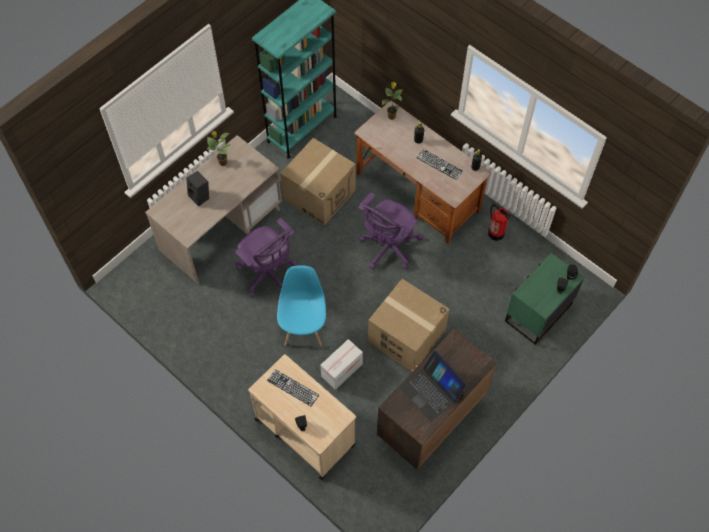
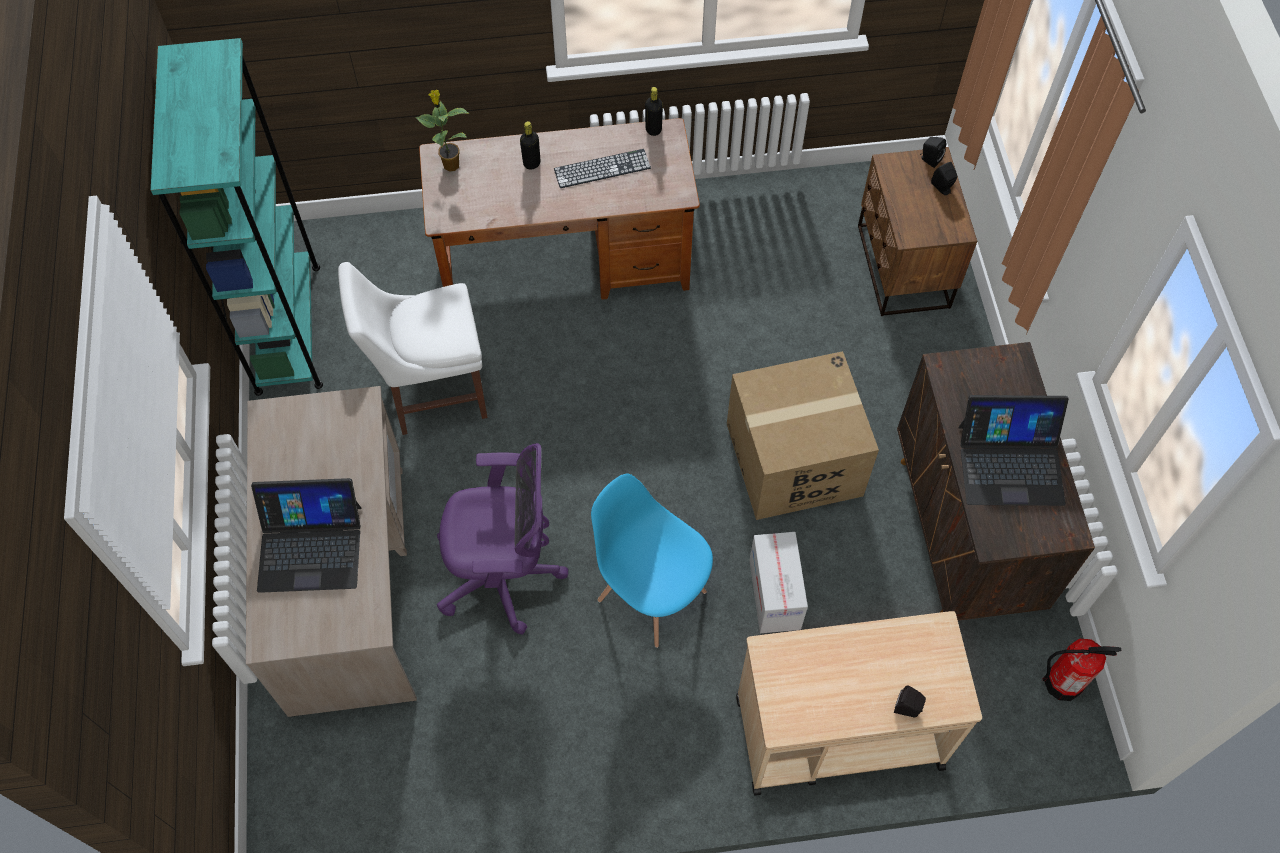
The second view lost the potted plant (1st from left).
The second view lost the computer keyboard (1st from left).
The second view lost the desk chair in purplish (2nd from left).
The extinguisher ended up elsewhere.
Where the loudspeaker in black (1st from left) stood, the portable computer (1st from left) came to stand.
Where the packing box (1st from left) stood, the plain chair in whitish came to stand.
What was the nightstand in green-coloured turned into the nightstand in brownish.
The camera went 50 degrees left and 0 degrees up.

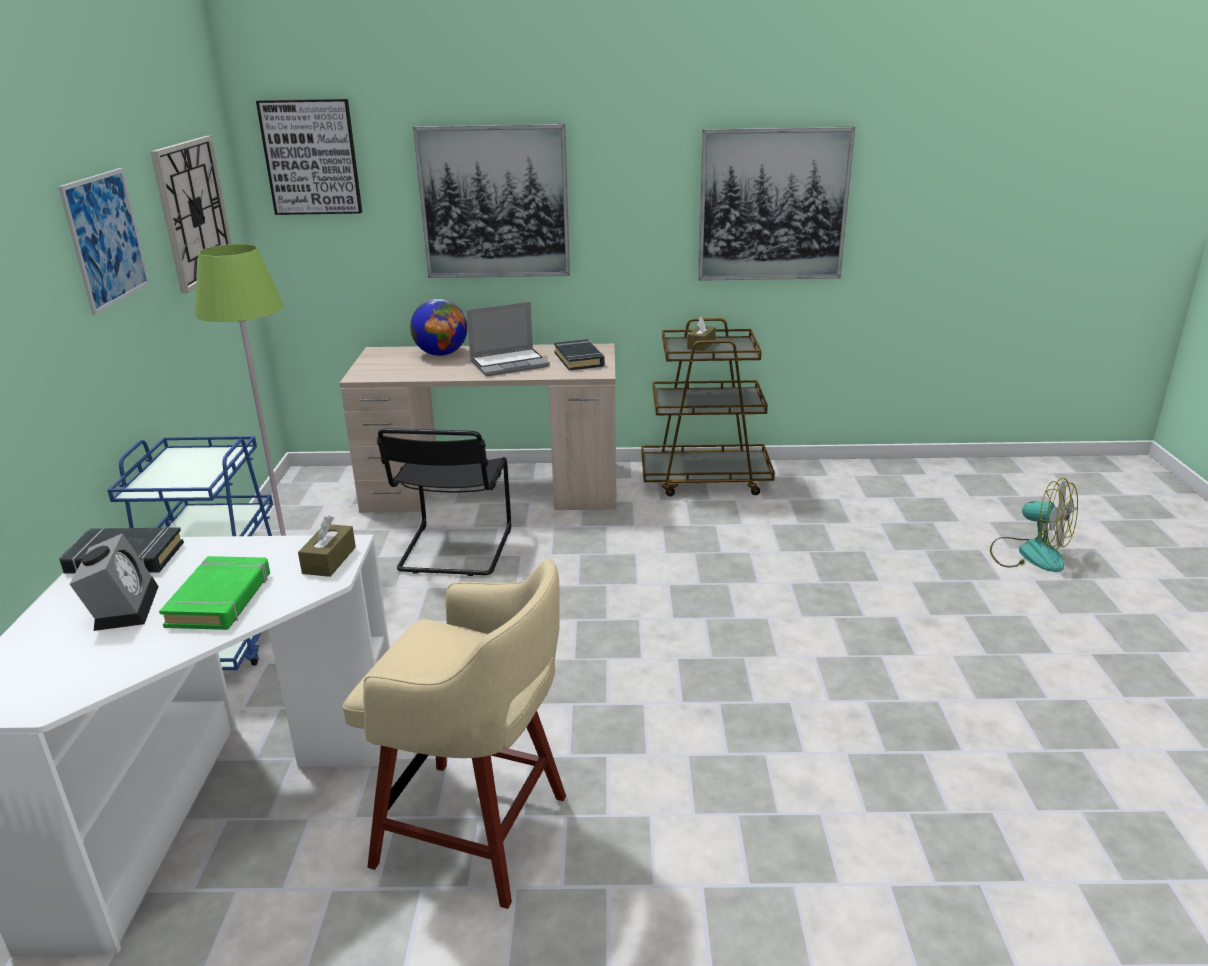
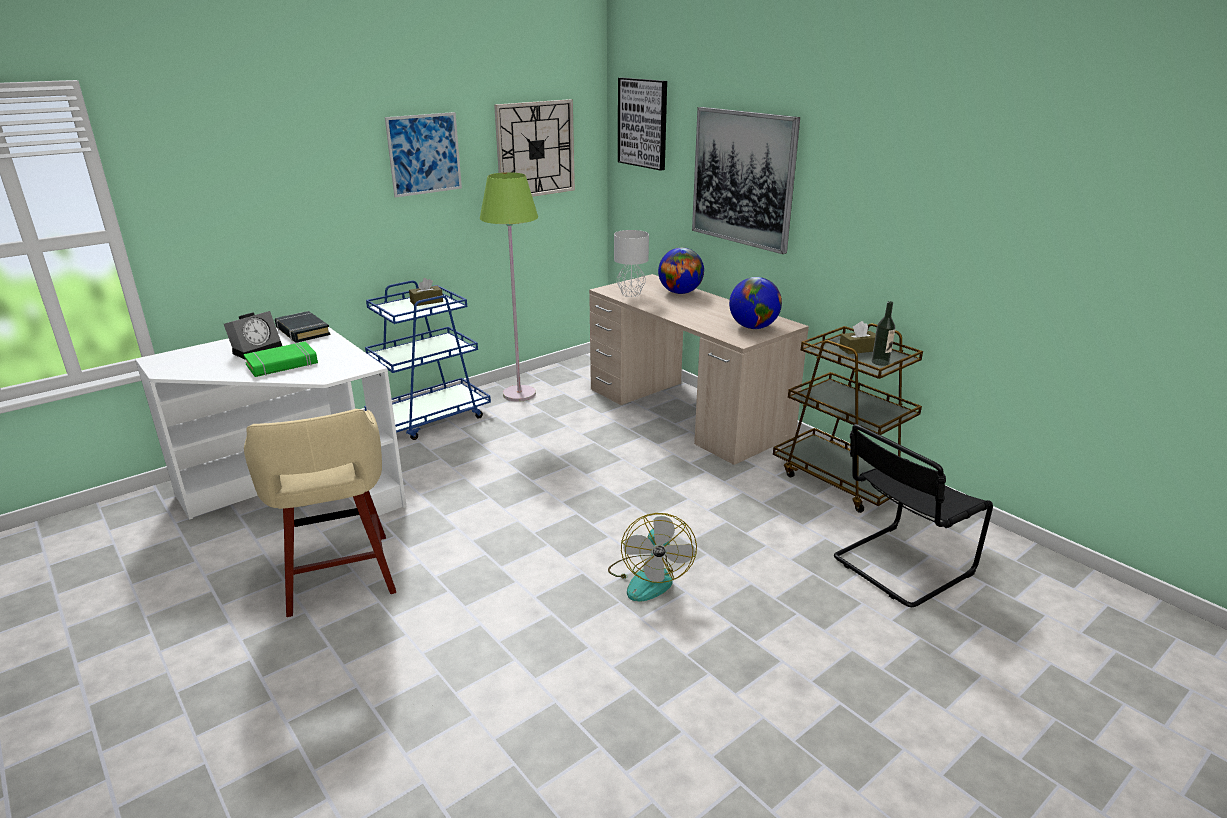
The second view lost the portable computer.
The second view lost the wall art (4th from left).
The second view gained the tabletop lamp in greyish.
The second view gained the drink bottle.
The tissue box in brownish (1st from left) ended up elsewhere.
The plain chair in black ended up elsewhere.
The cooling fan ended up elsewhere.
Where the volume in black (2nd from left) stood, the world globe (2nd from left) came to stand.
The camera went 50 degrees right and 0 degrees up.

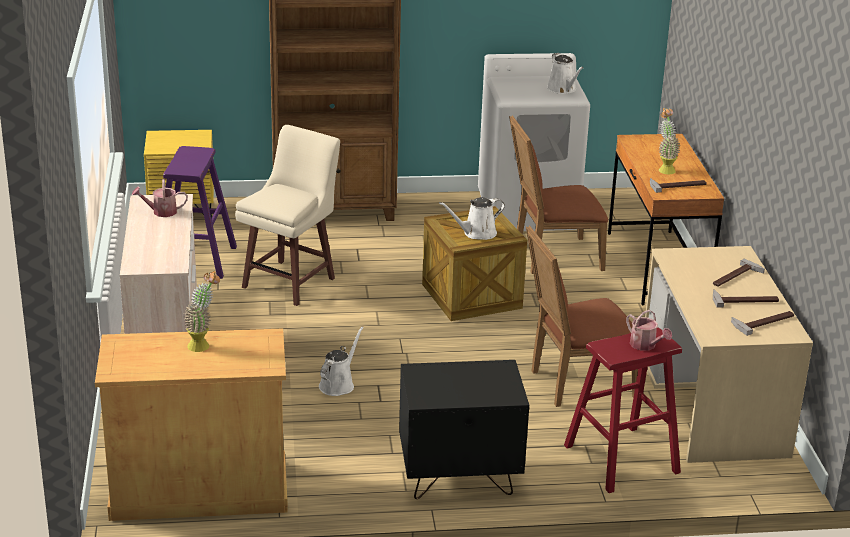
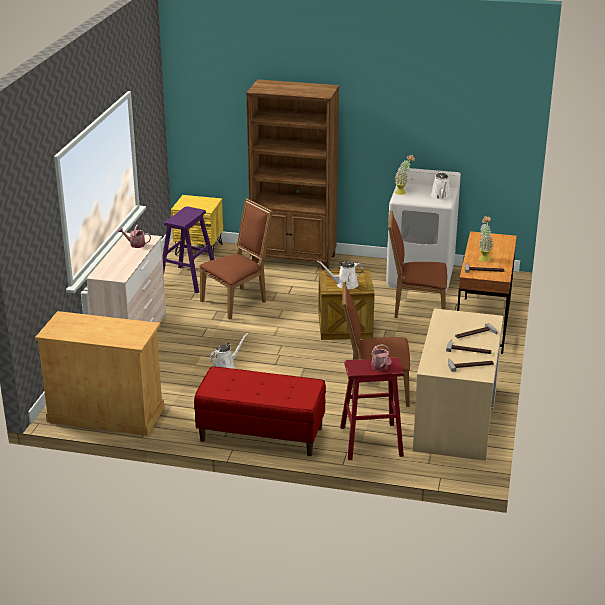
The potted plant (1st from left) ended up elsewhere.
Where the sitting stool in beige-coloured stood, the plain chair in brownish (1st from left) came to stand.
Where the nightstand in black stood, the indoor bench in reddish came to stand.
The camera went 20 degrees right and 0 degrees up.

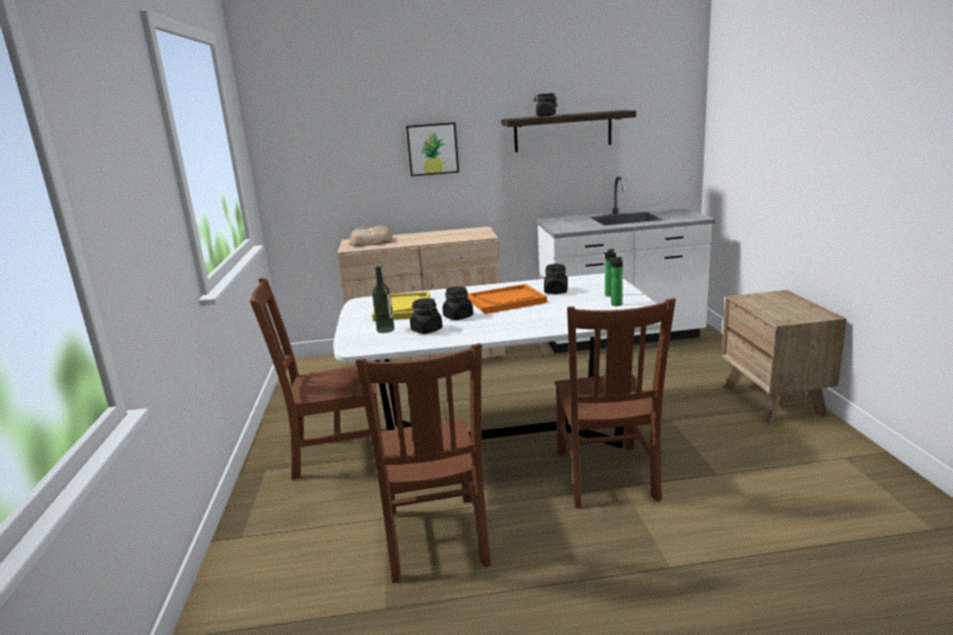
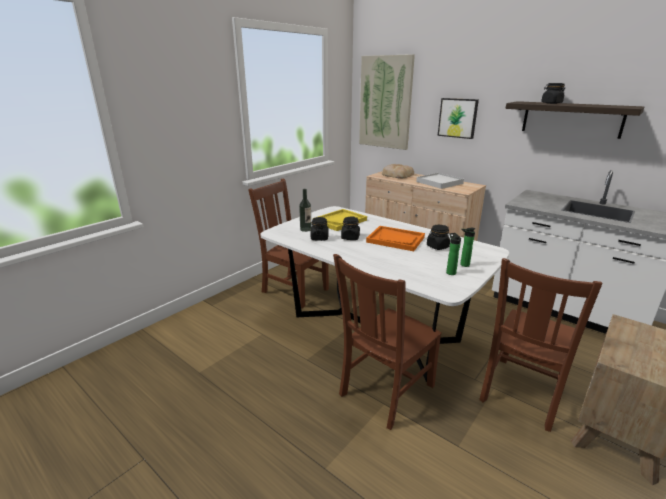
The second view gained the wall art (1st from left).
The second view gained the tray in whitish.
The plain chair in brownish (2nd from left in the first image) ended up elsewhere.
The camera went 45 degrees right and 5 degrees up.

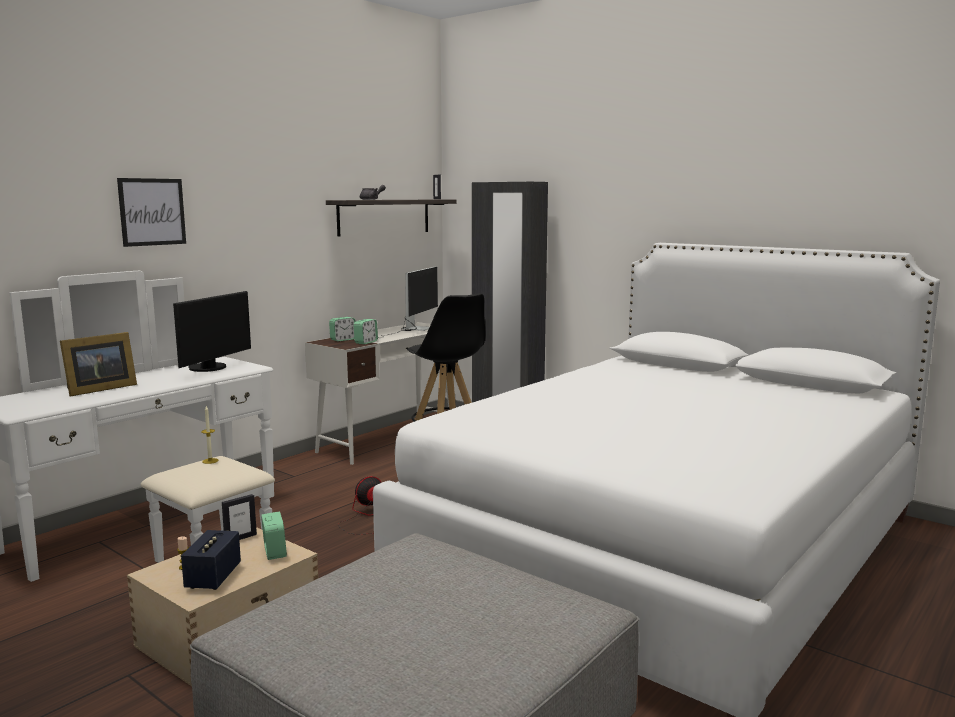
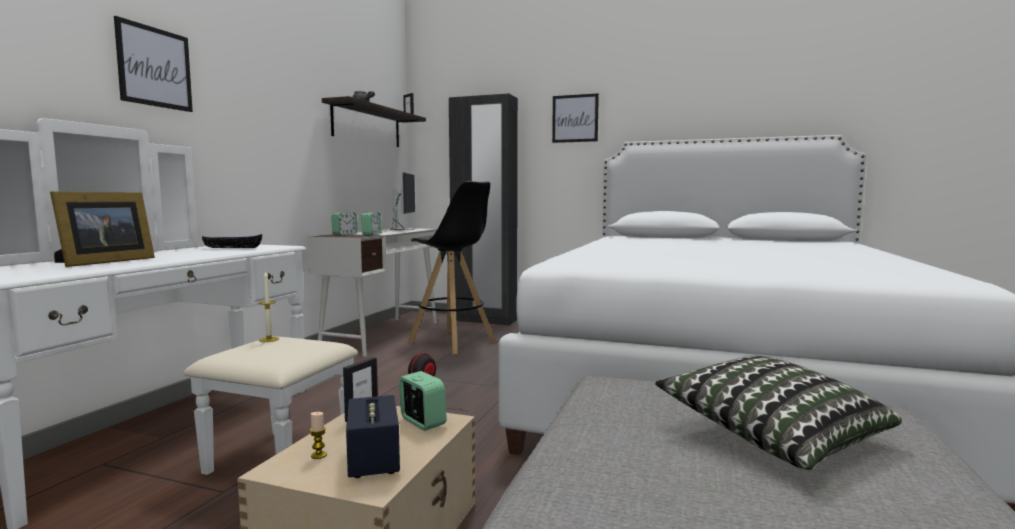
The second view gained the wall art (2nd from left).
The second view gained the pillow.
Where the monitor (1st from left) stood, the bowl in black came to stand.
The camera went 20 degrees left and 5 degrees down.

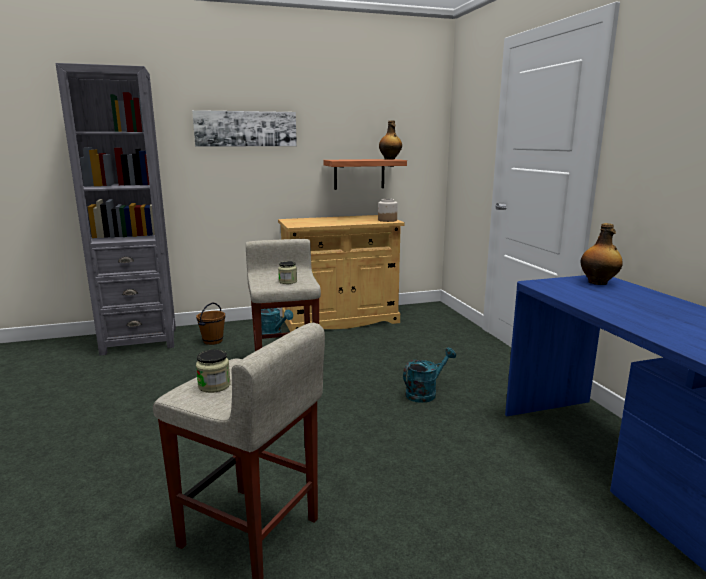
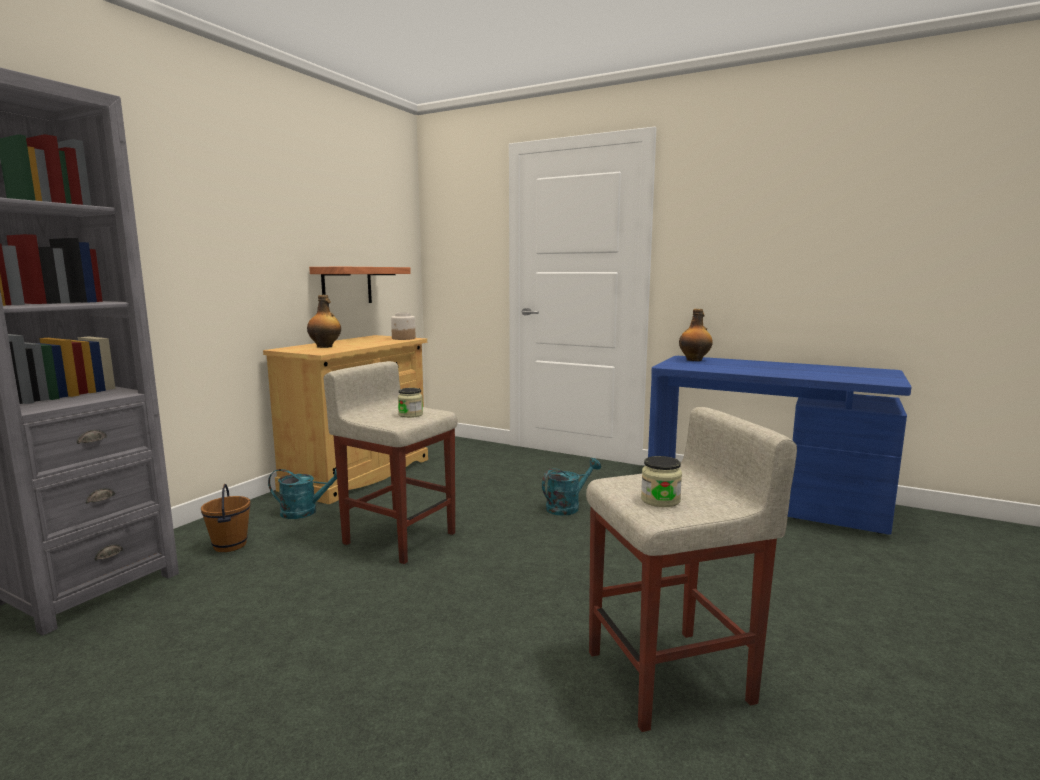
The second view lost the wall art.
The drink bottle (1st from left) ended up elsewhere.
The watering can in turquoise (2nd from left) ended up facing another way, 45 degrees clockwise from before.
The camera went 45 degrees left and 5 degrees down.

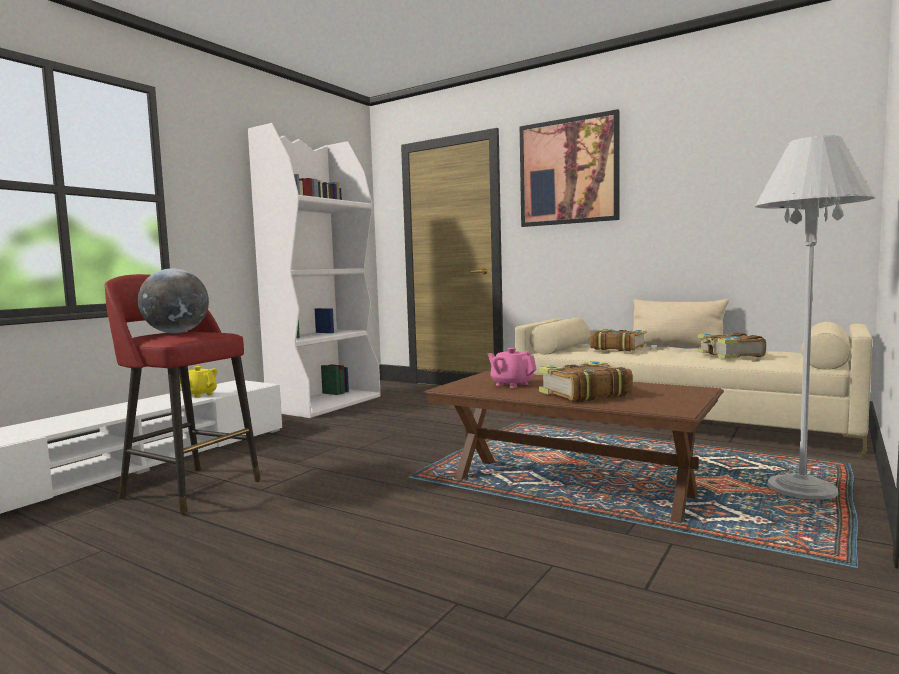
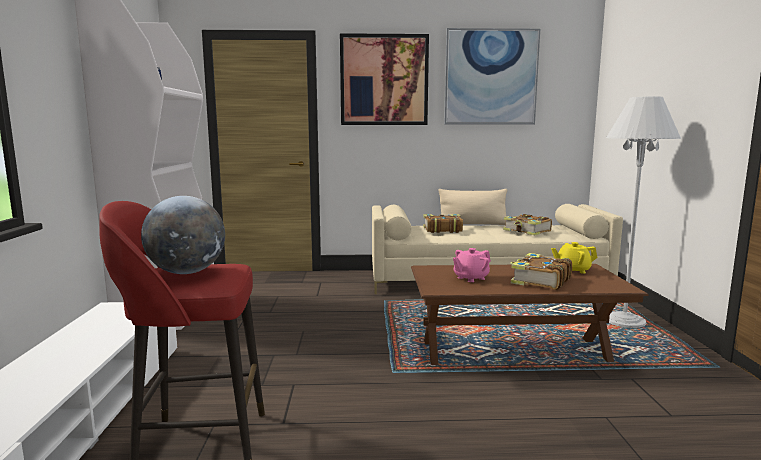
The second view gained the wall art (2nd from left).
The teapot in yellow-coloured ended up elsewhere.
The teapot in pink ended up facing another way, 45 degrees counterclockwise from before.
The camera went 35 degrees left and 5 degrees up.

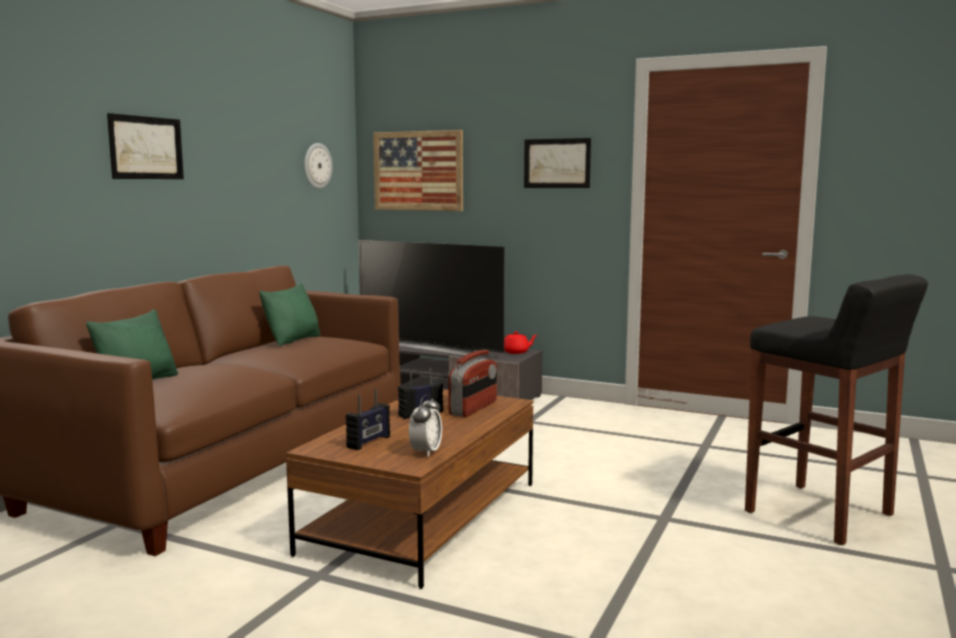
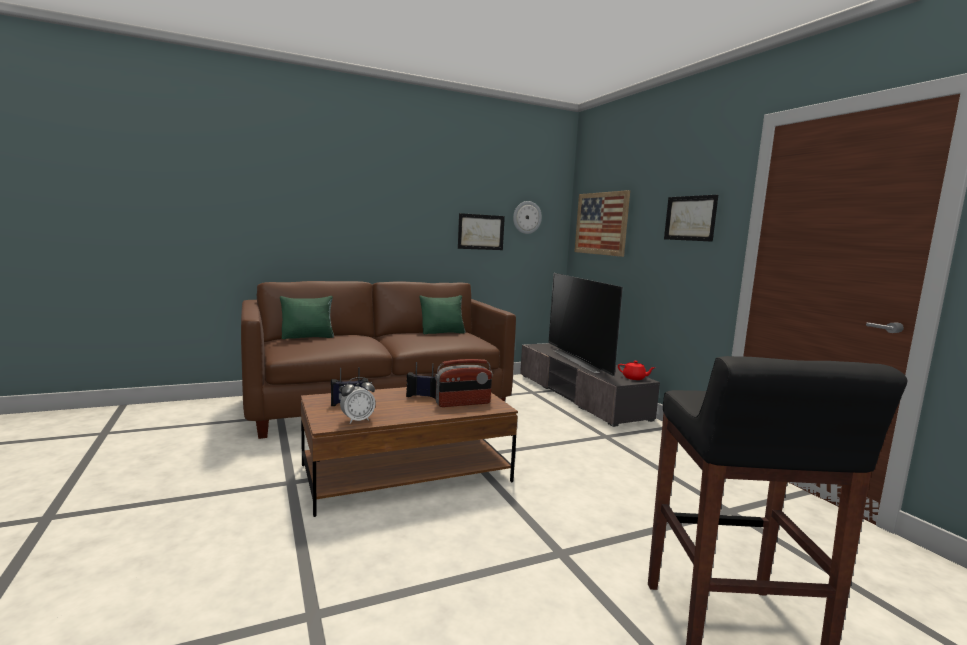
The wall art (1st from left) ended up elsewhere.
The camera went 40 degrees right and 0 degrees up.

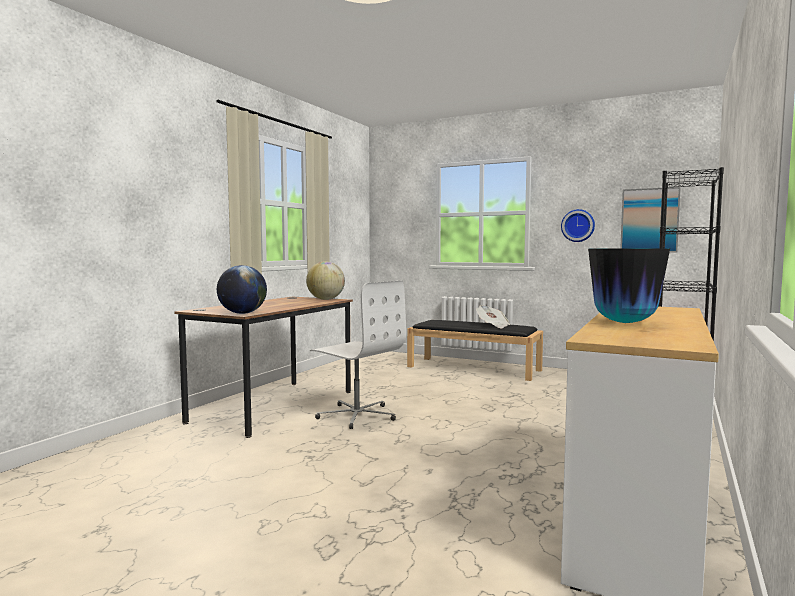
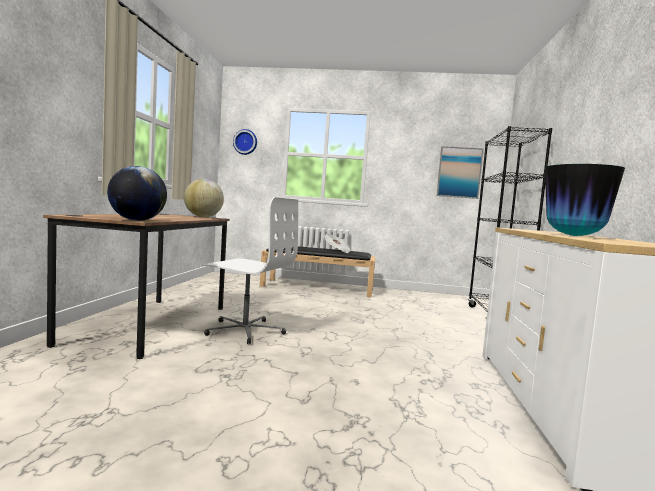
The wall clock ended up elsewhere.
The camera went 20 degrees left and 0 degrees up.

